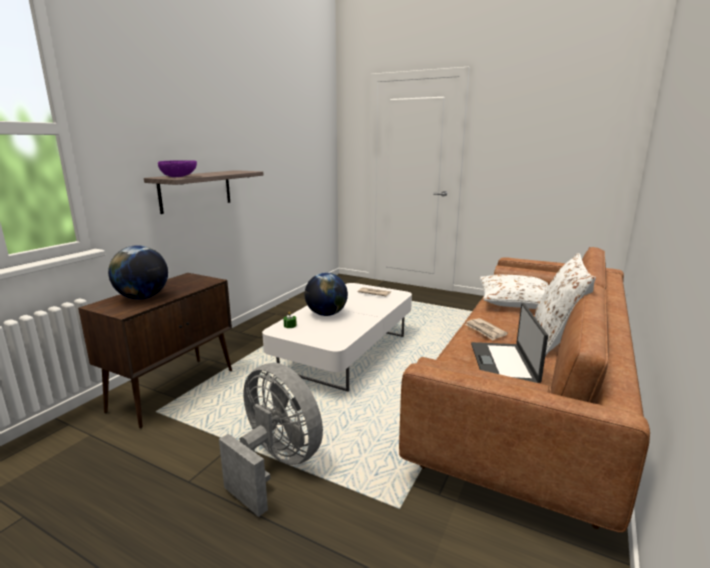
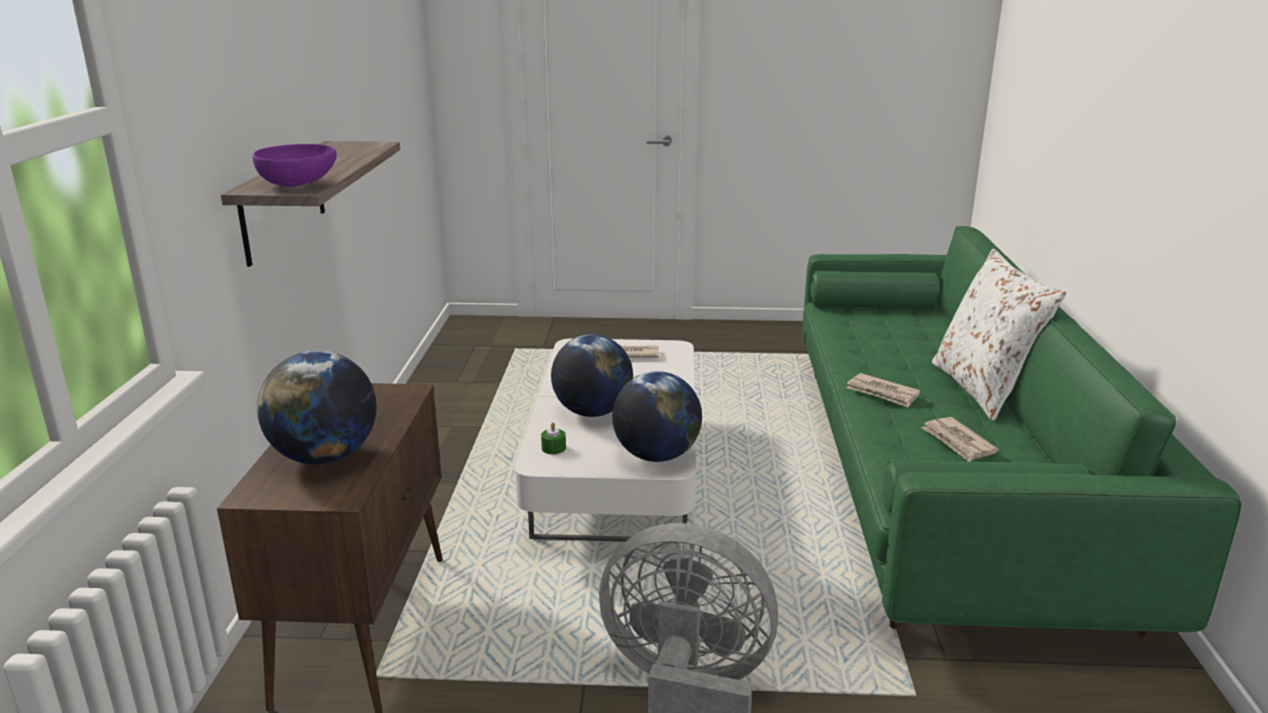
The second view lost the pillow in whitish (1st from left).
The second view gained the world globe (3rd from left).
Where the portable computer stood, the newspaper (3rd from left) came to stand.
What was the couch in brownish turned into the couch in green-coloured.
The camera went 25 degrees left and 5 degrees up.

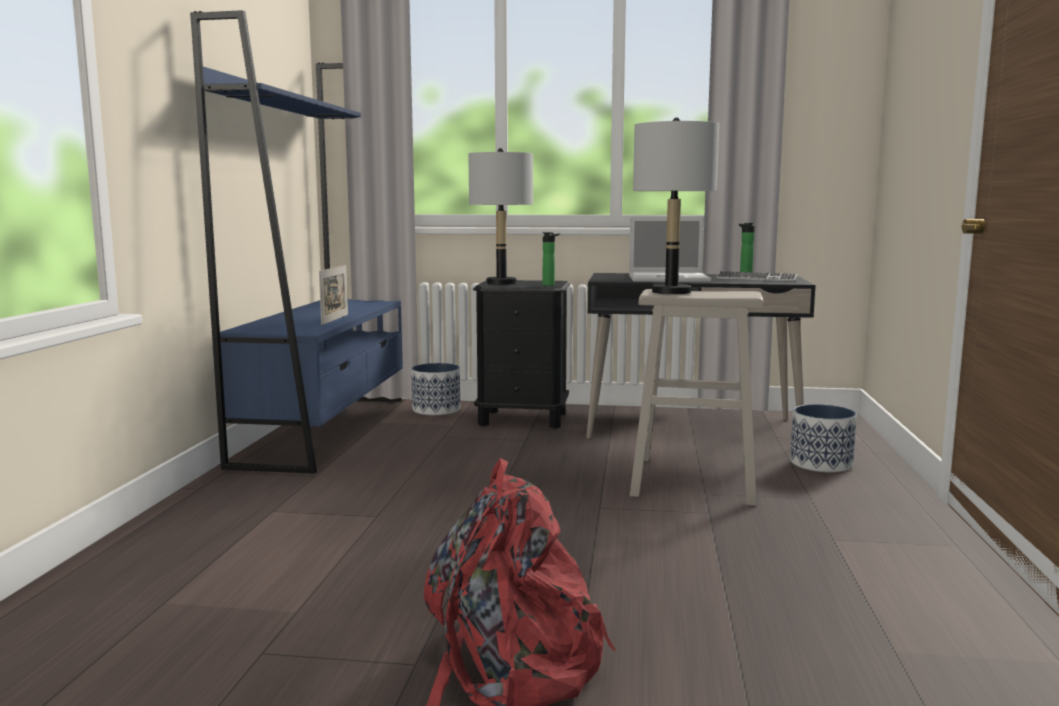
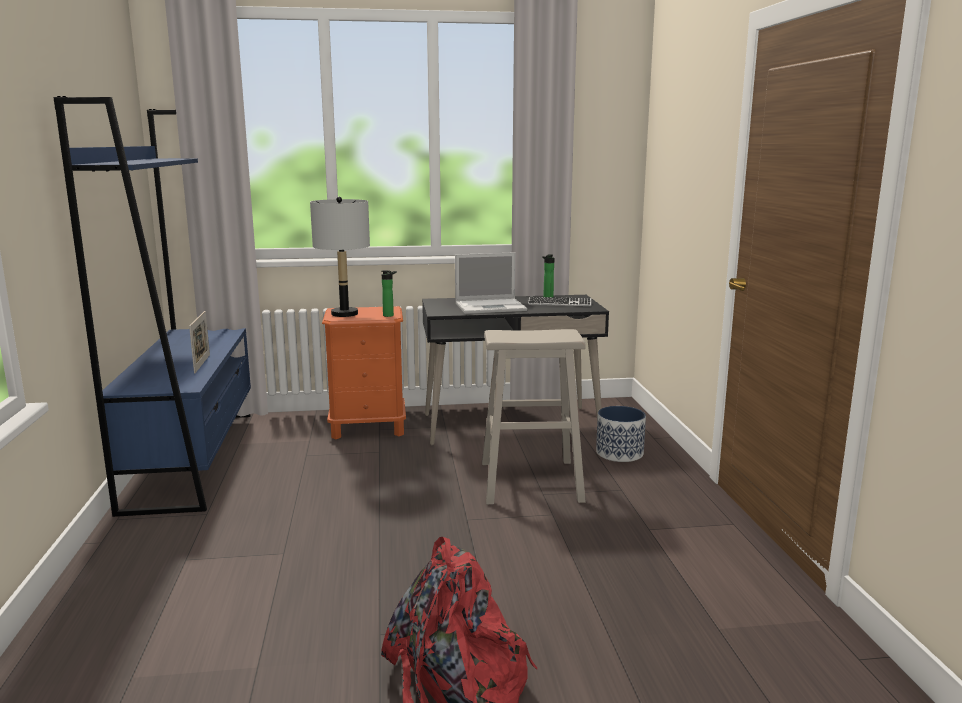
The second view lost the flower pot (1st from left).
The second view lost the tabletop lamp in greyish (2nd from left).
What was the nightstand in black turned into the nightstand in orange-coloured.
The camera went 15 degrees left and 5 degrees up.

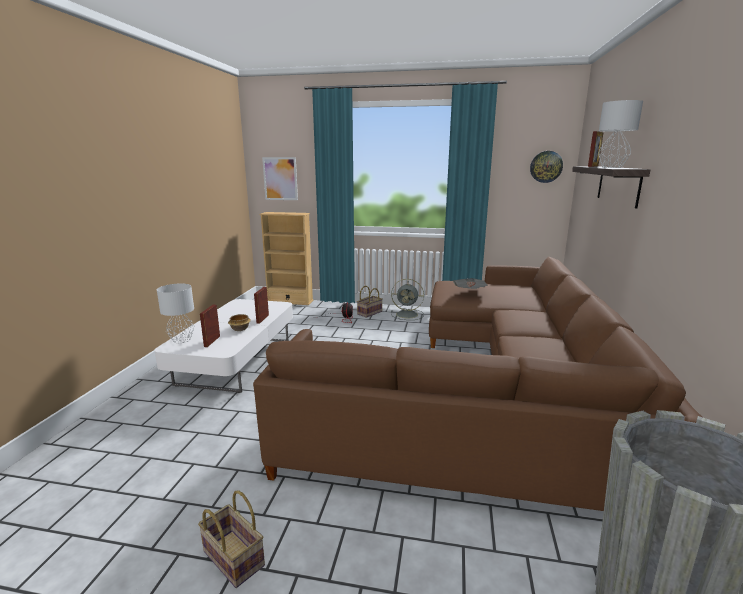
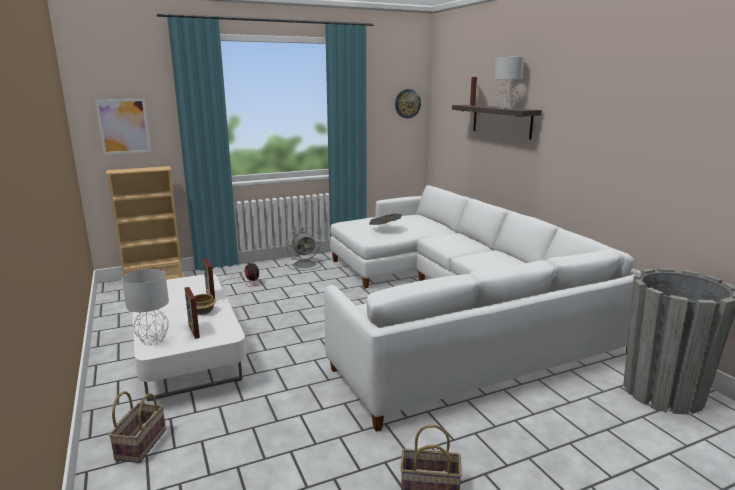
The storage basket (2nd from left in the first image) ended up elsewhere.
What was the couch in brownish turned into the couch in whitish.
The camera went 35 degrees left and 0 degrees up.

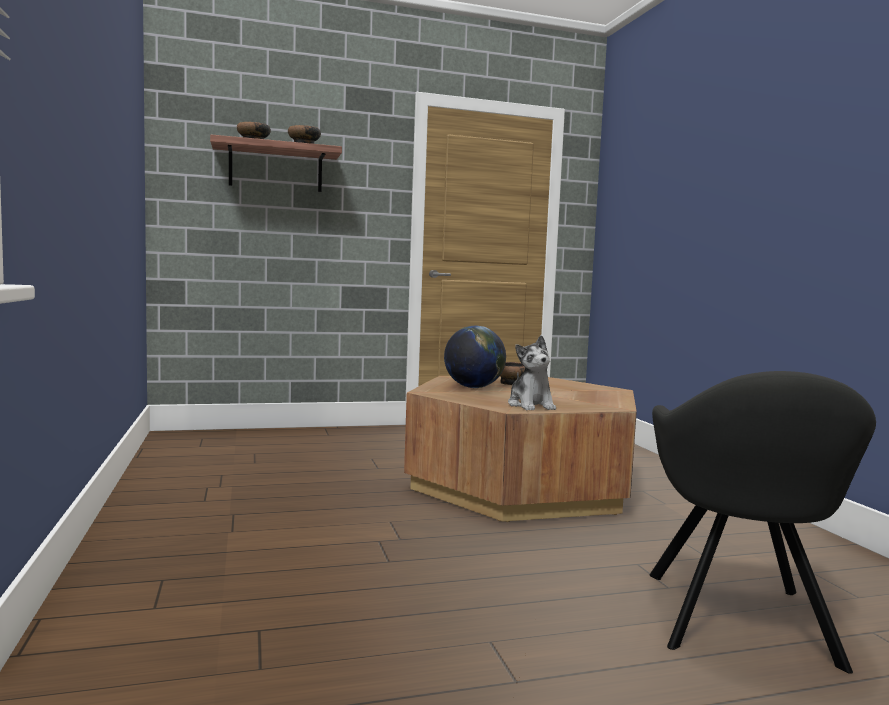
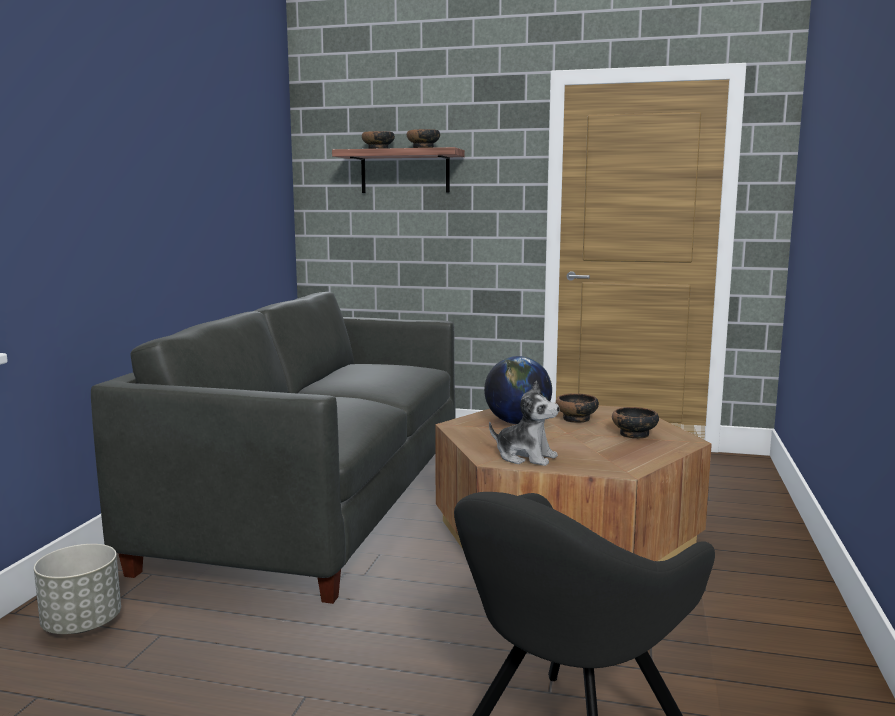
The second view gained the flower pot in greyish.
The second view gained the couch in greyish.
The second view gained the bowl (4th from left).
The cuddly toy ended up facing another way, 75 degrees counterclockwise from before.
The camera went 30 degrees right and 5 degrees up.

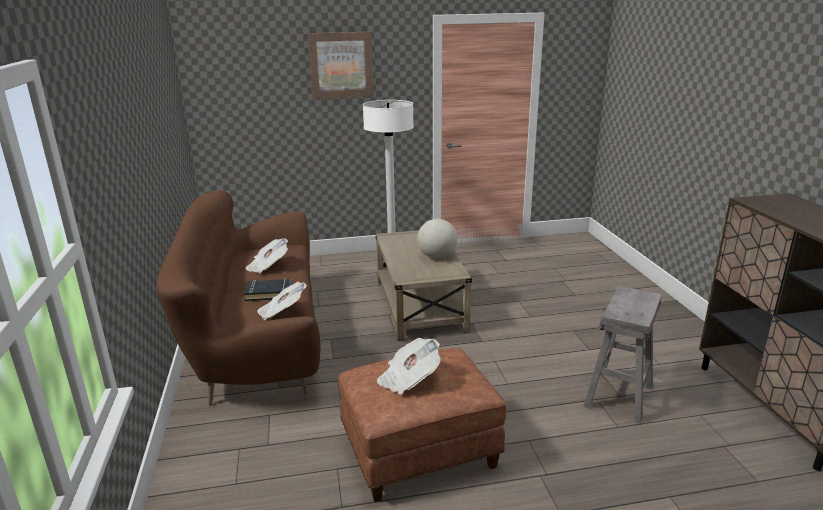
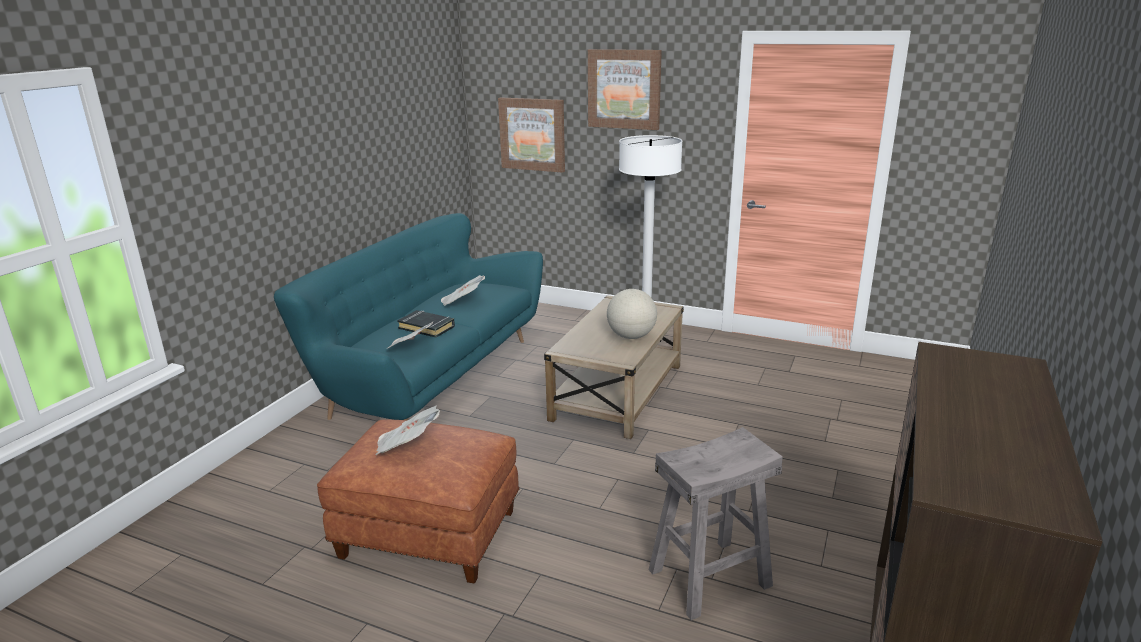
The second view gained the wall art (1st from left).
What was the couch in brownish turned into the couch in turquoise.
The camera went 35 degrees right and 0 degrees up.

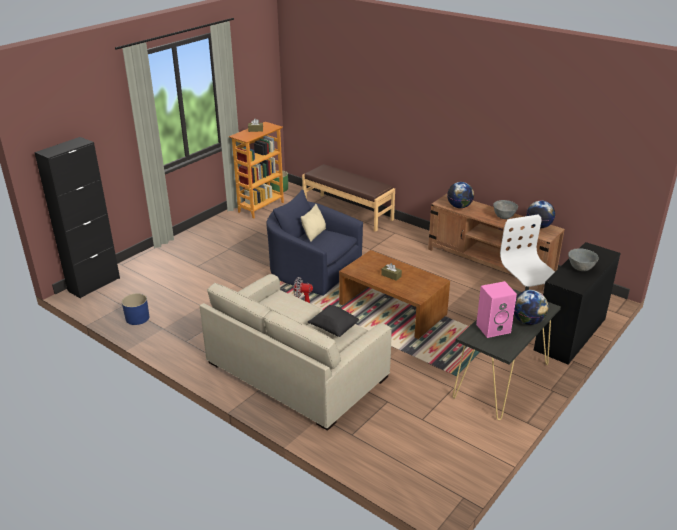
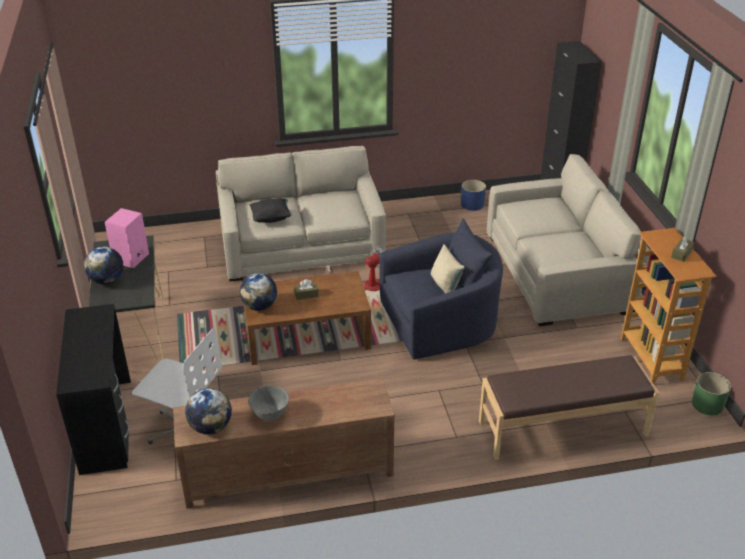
The second view lost the bowl in greyish (2nd from left).
The second view gained the couch in beige-coloured (2nd from left).
The world globe (1st from left in the first image) ended up elsewhere.
The camera went 130 degrees right and 5 degrees up.

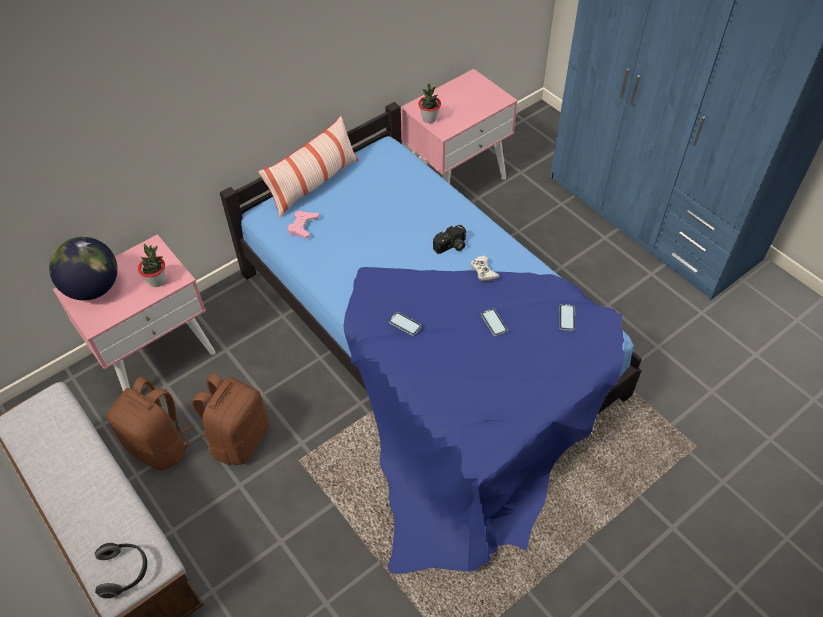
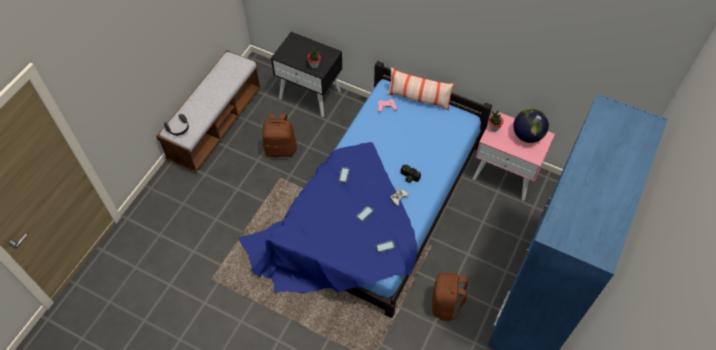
The world globe ended up elsewhere.
The rucksack in brownish (1st from left in the first image) ended up elsewhere.
What was the nightstand in pink (1st from left) turned into the nightstand in black.
The camera went 65 degrees right and 5 degrees up.

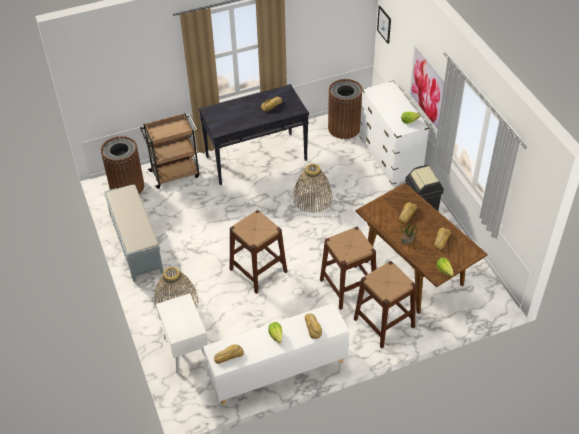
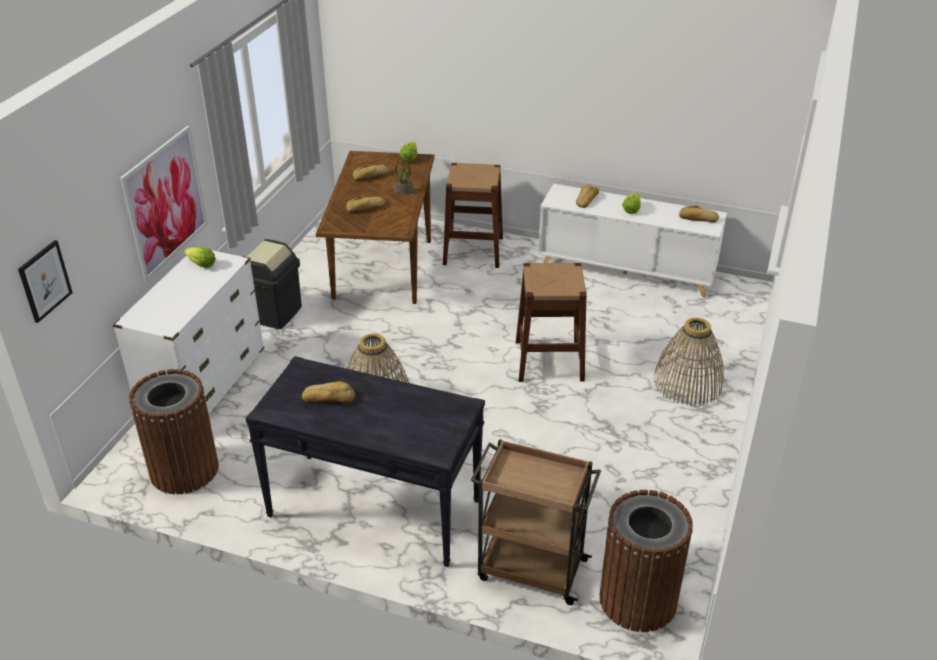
The second view lost the indoor bench in greyish.
The second view lost the nightstand in whitish.
The second view lost the sitting stool in brownish (2nd from left).
The camera went 140 degrees left and 10 degrees down.

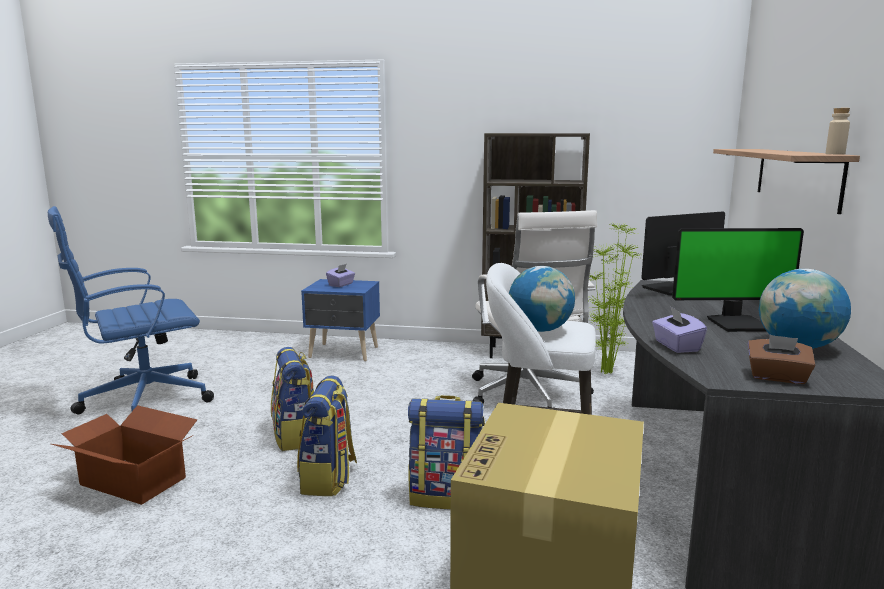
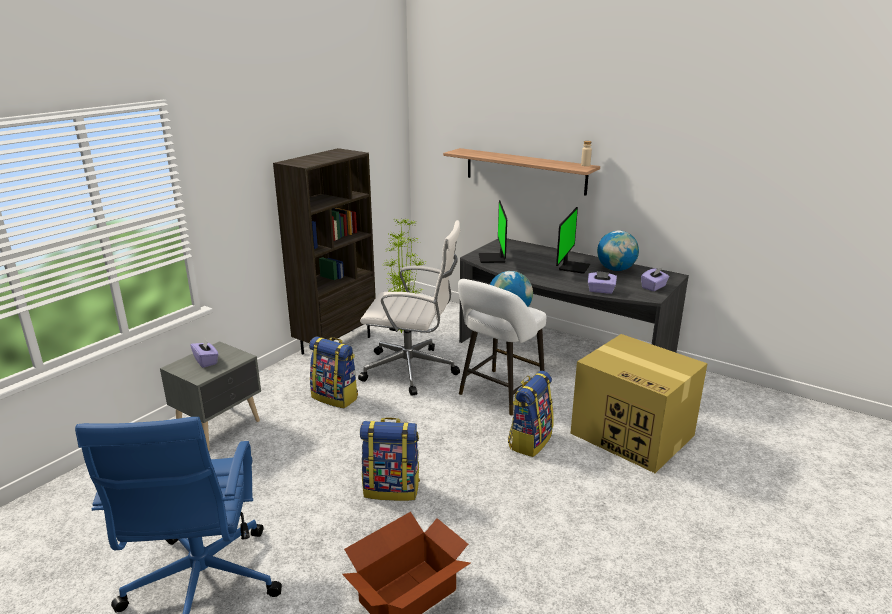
The rucksack (2nd from left in the first image) ended up elsewhere.
What was the nightstand in bluish turned into the nightstand in greyish.
What was the tissue box in brownish turned into the tissue box in purplish (3rd from left).
The camera went 65 degrees left and 10 degrees up.

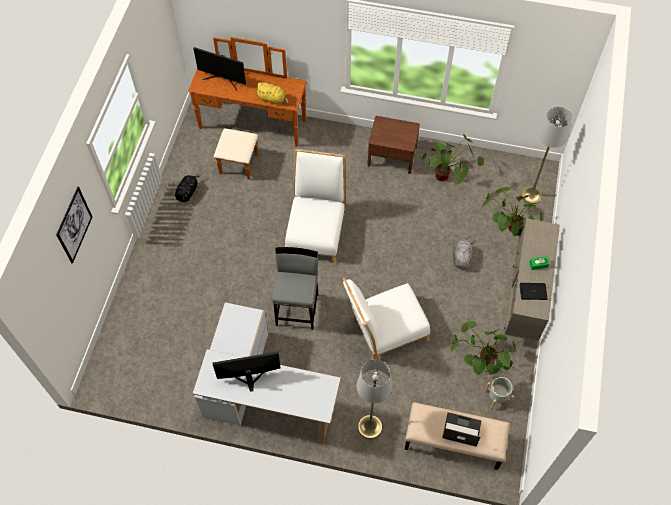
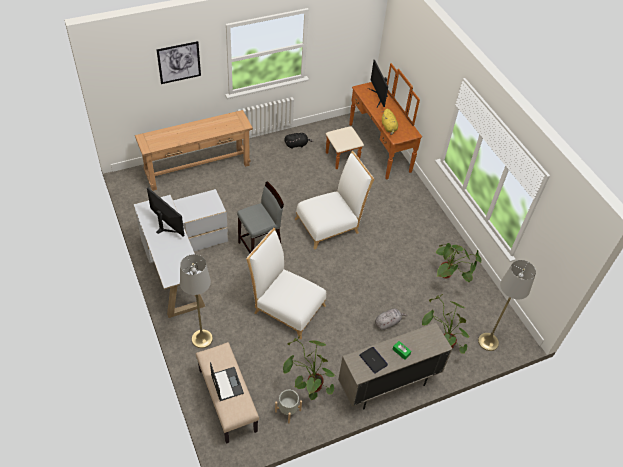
The second view lost the nightstand in brownish.
The second view gained the console table in brownish.
The camera went 50 degrees right and 10 degrees down.

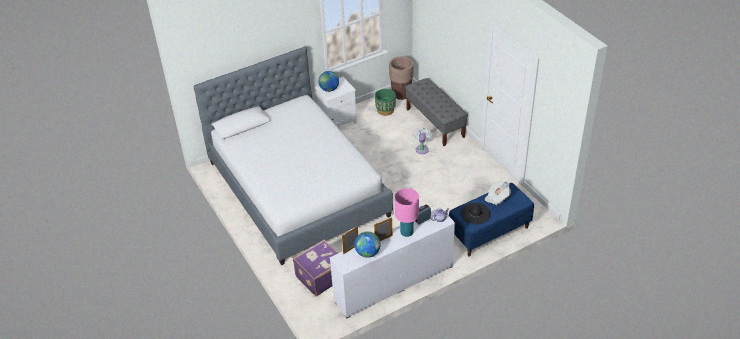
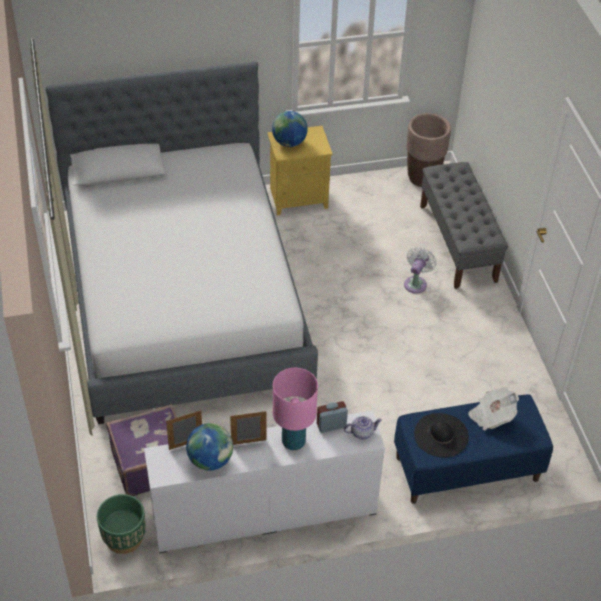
The flower pot in green-coloured ended up elsewhere.
What was the nightstand in whitish turned into the nightstand in yellow-coloured.
The camera went 15 degrees right and 5 degrees up.

